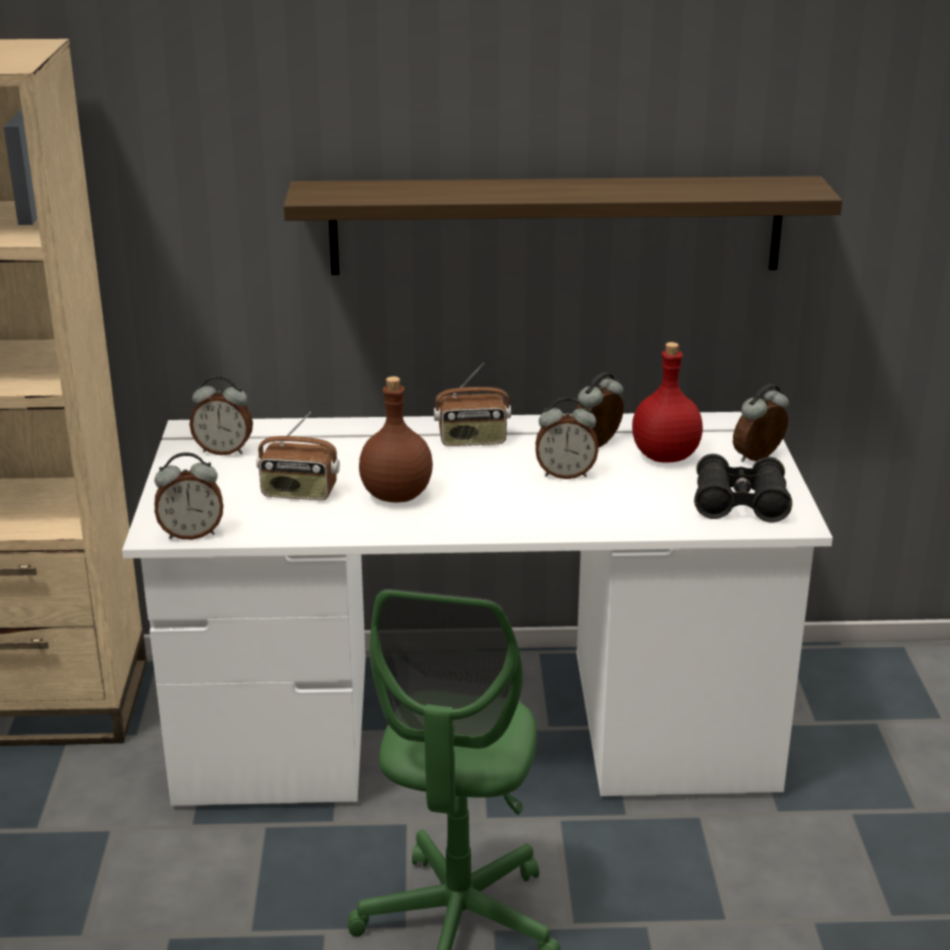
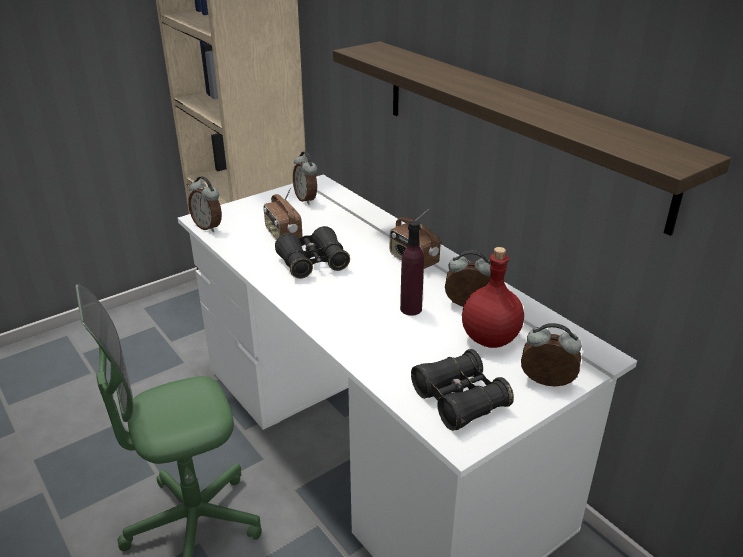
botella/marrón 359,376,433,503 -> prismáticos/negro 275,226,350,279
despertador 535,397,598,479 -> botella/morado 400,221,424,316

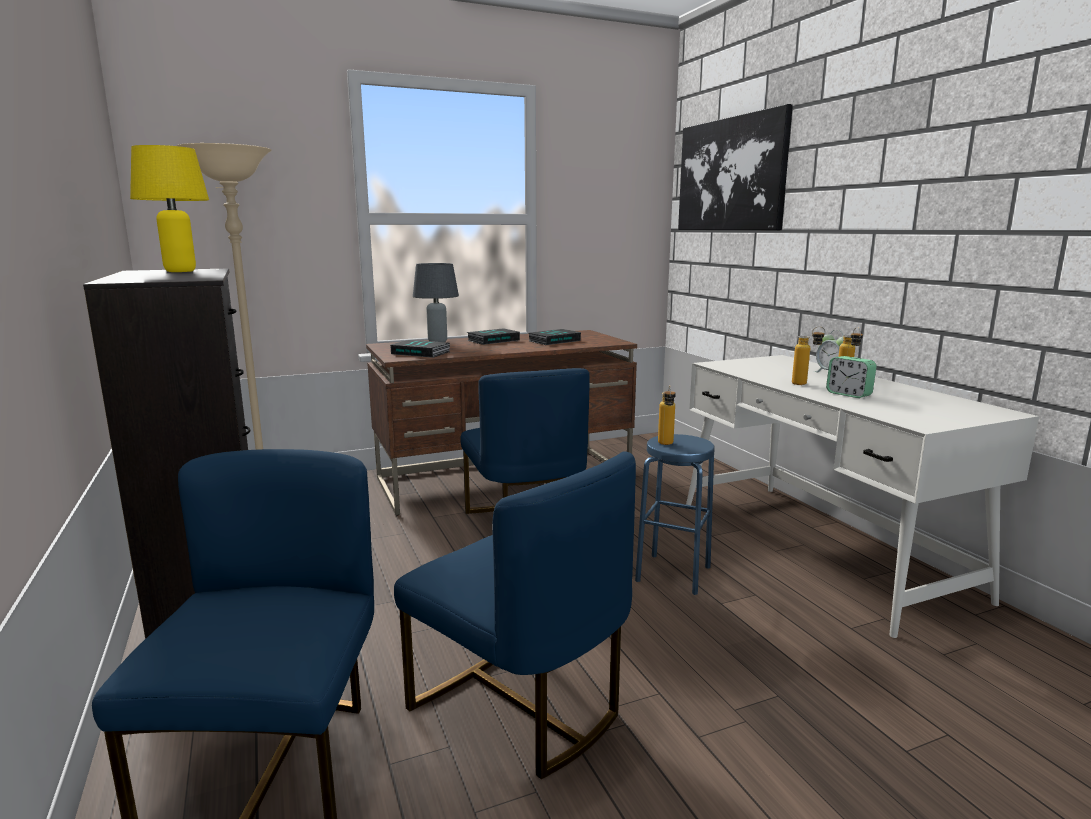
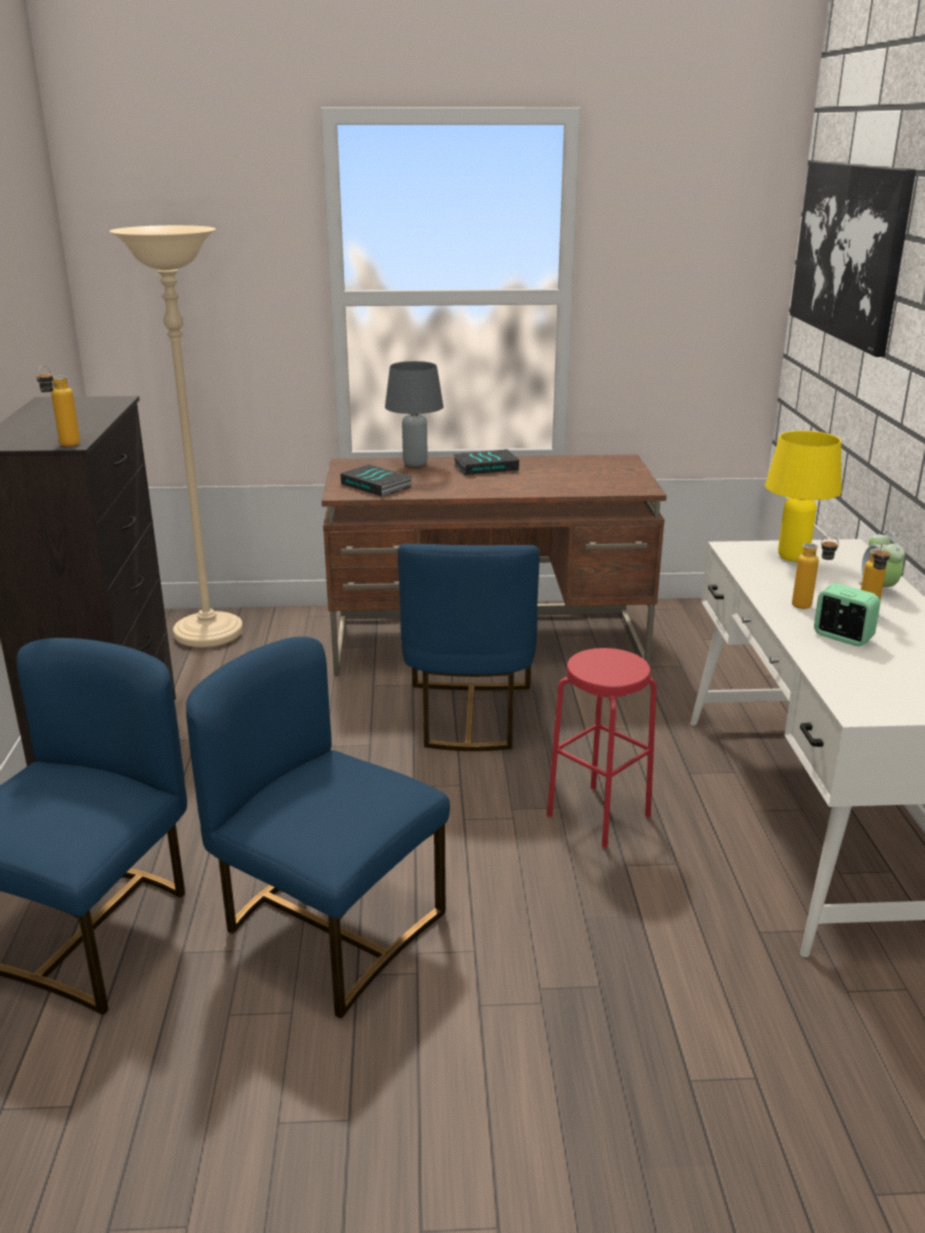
botella 658,385,676,445 -> botella 36,365,80,446, move
silla/azul 394,451,636,779 -> silla/azul 186,637,450,1019, 150 degrees clockwise
taburete/azul 635,434,715,595 -> taburete/rojo 547,648,657,848
lámpara de mesa/amarillo 130,145,209,272 -> lámpara de mesa/amarillo 765,431,842,562, move
despertador 826,356,877,398 -> despertador 814,583,880,646, 150 degrees clockwise
libro 529,329,581,345 -> none

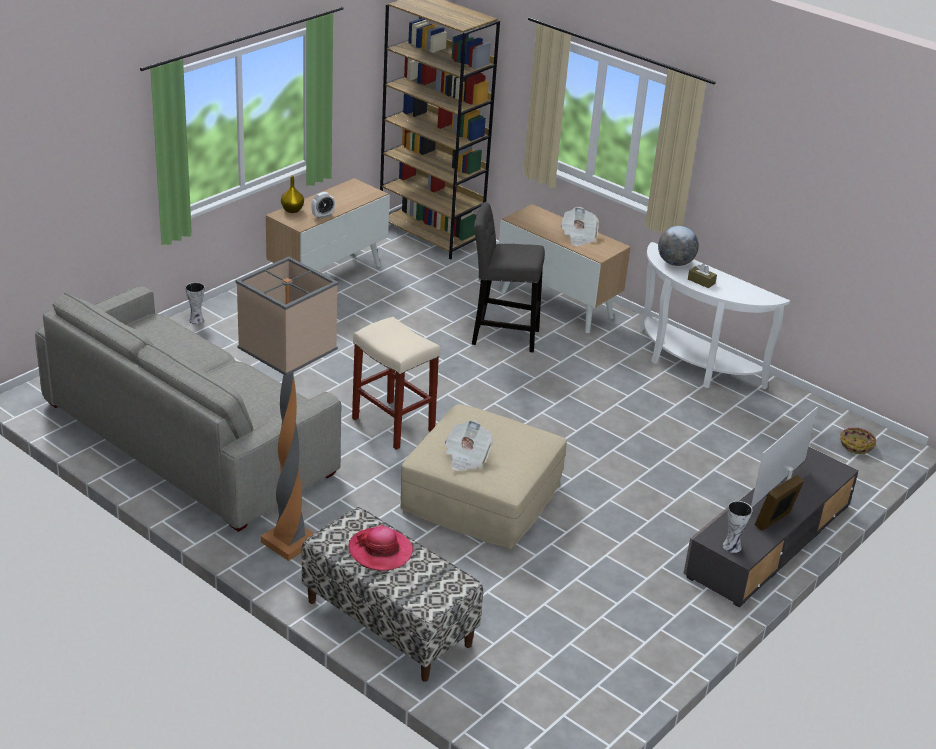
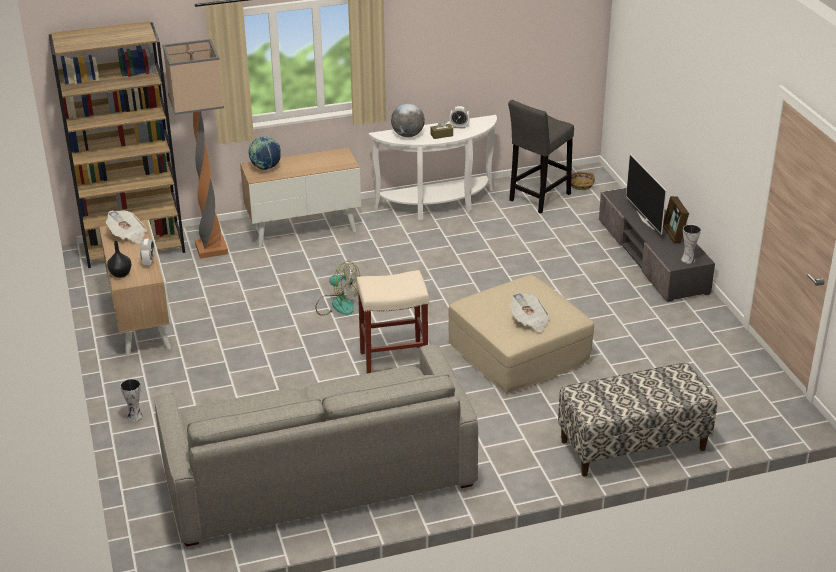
periódico 561,207,599,246 -> periódico 106,210,147,243, move
florero/amarillo 281,176,304,213 -> florero/negro 107,241,131,278
lámpara de pie 235,256,339,561 -> lámpara de pie 162,39,228,259, move
none -> globo terráqueo 248,136,280,170
none -> ventilador 315,261,360,315
none -> despertador 449,106,470,129
taburete/gris 472,202,545,352 -> taburete/gris 508,100,574,214, move
sombrero 348,524,414,571 -> none

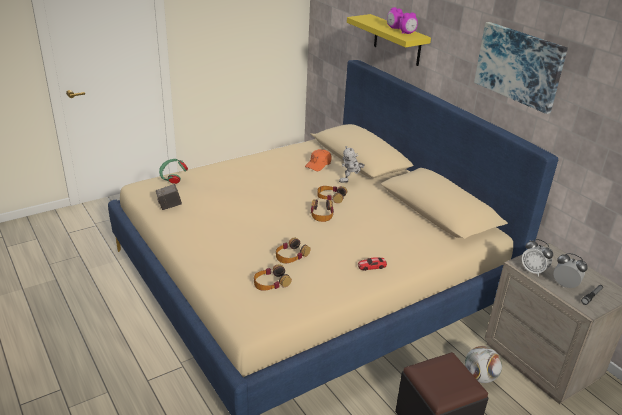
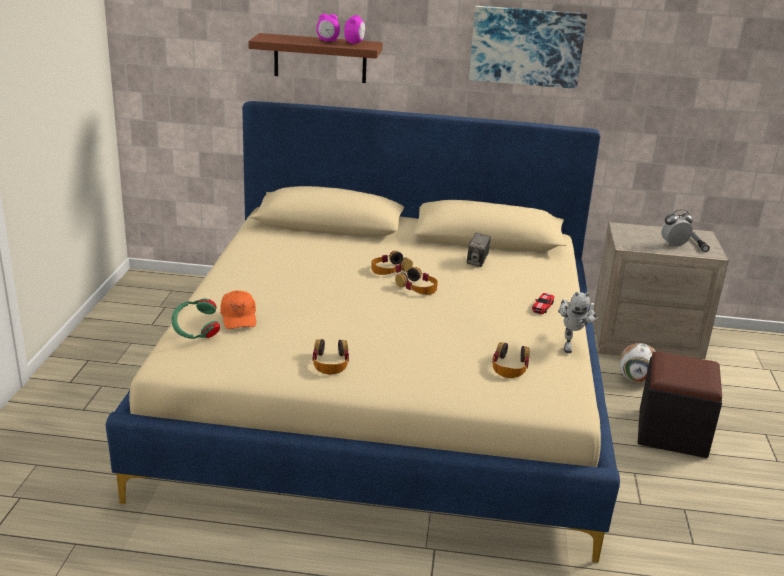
gorra/naranja 305,149,331,171 -> gorra/naranja 220,290,256,329, move
estante/amarillo 347,14,431,66 -> estante/marrón 248,33,383,83
auriculares 276,237,311,263 -> auriculares 312,339,349,375, move
cámara 156,184,182,210 -> cámara 467,233,491,267, move
robot de juguete 339,146,365,183 -> robot de juguete 558,292,598,353, move
despertador 522,239,553,277 -> none

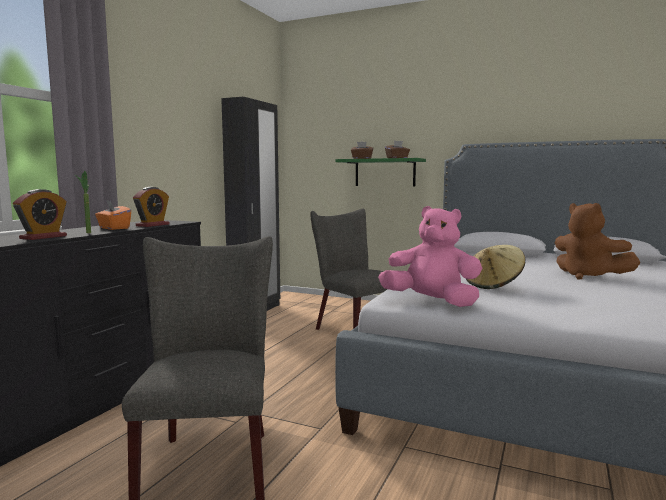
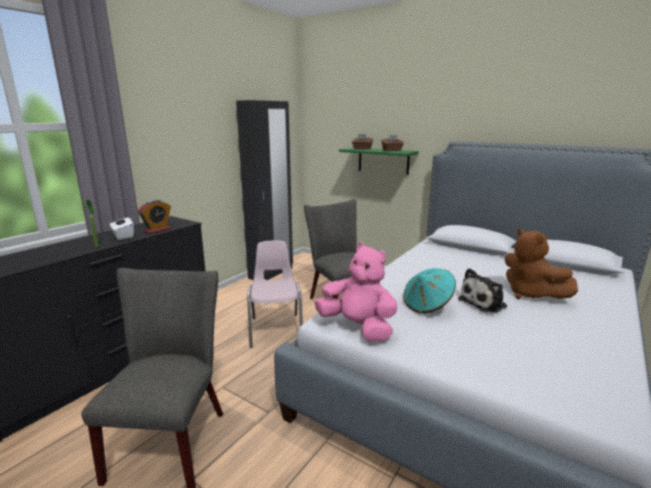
caja de pañuelos/naranja 95,200,131,230 -> caja de pañuelos/blanco 110,215,134,240
none -> silla/rosa 247,240,303,348
sombrero/beis 466,245,525,289 -> sombrero/turquesa 403,268,456,314
none -> peluche 458,268,507,313
despertador 13,189,67,240 -> none

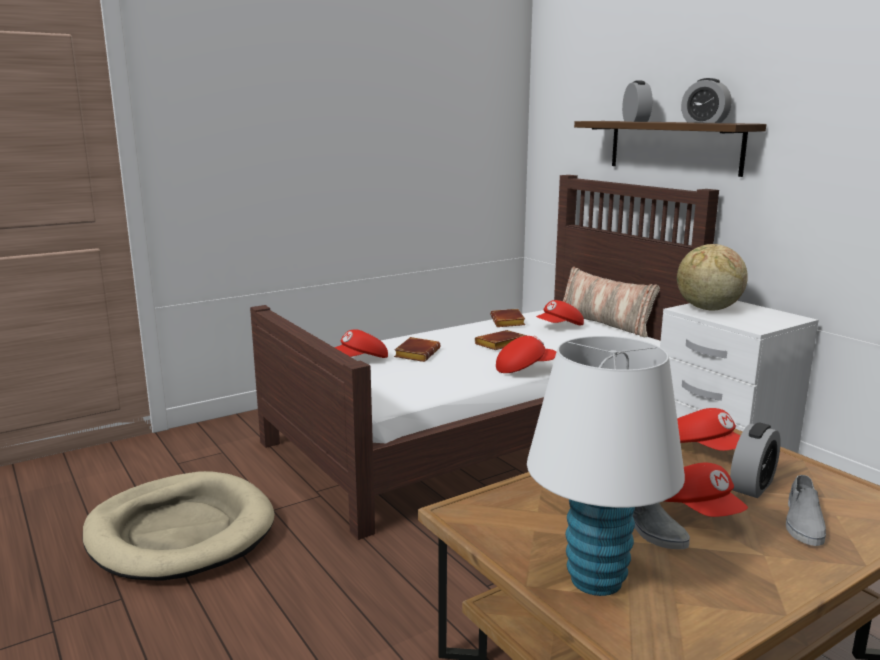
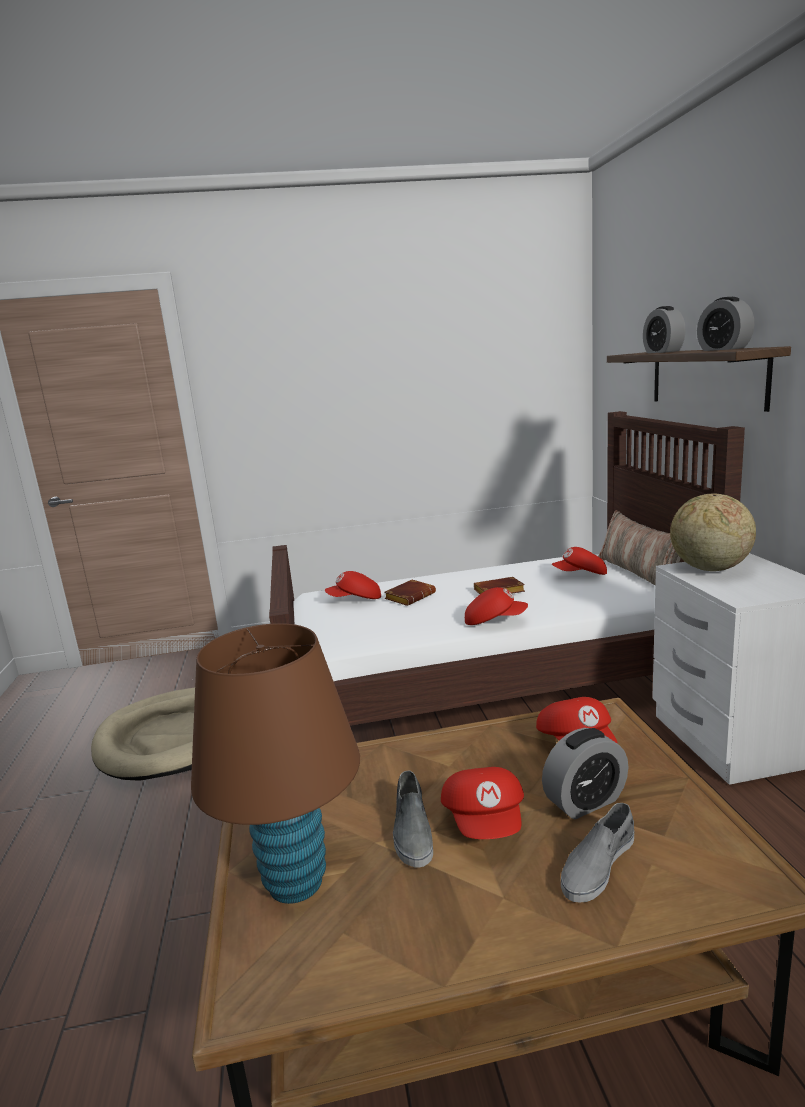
lámpara de mesa/blanco 527,336,685,596 -> lámpara de mesa/marrón 191,623,360,904
despertador 622,81,652,122 -> despertador 643,306,685,353, 150 degrees clockwise
libro/marrón 490,309,525,327 -> none

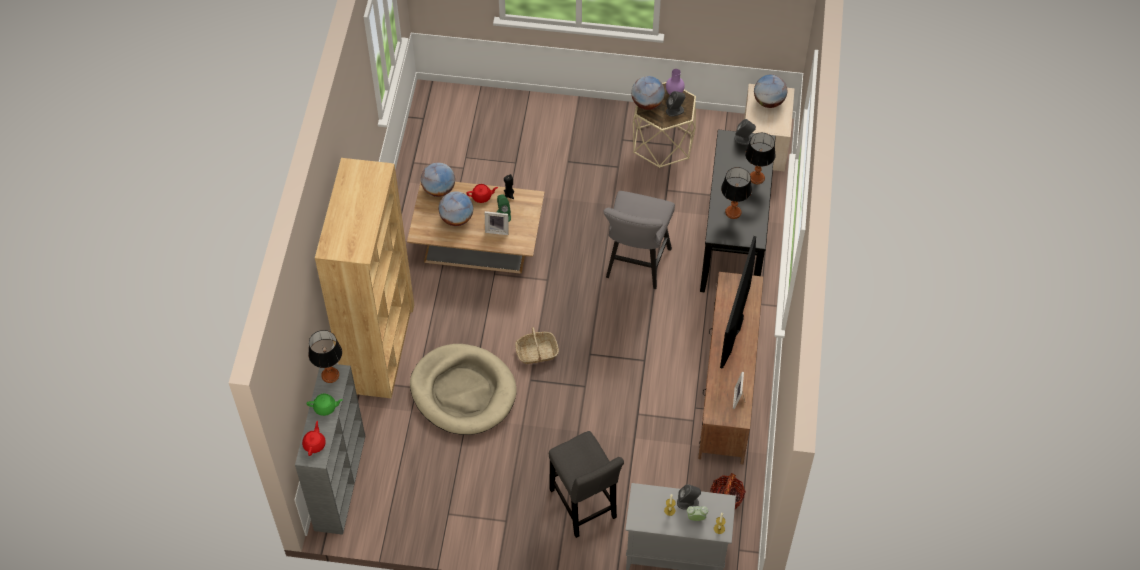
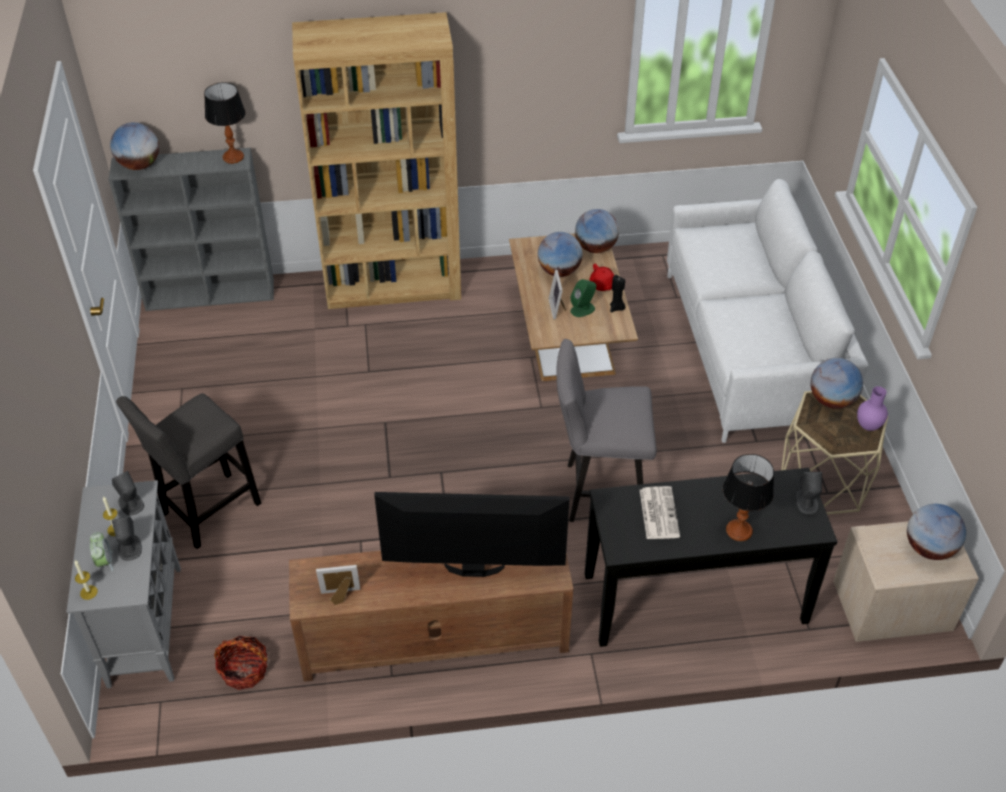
tetera/rojo 302,421,326,456 -> globo terráqueo 110,122,159,170
altavoz/gris 666,91,686,117 -> altavoz/gris 112,471,144,515, move
lámpara de mesa 721,167,752,219 -> periódico 640,486,680,539
none -> sofá/blanco 667,179,869,443
tetera/verde 307,394,343,416 -> none
cama para perro/beis 410,344,517,435 -> none
cesta 515,327,559,364 -> none

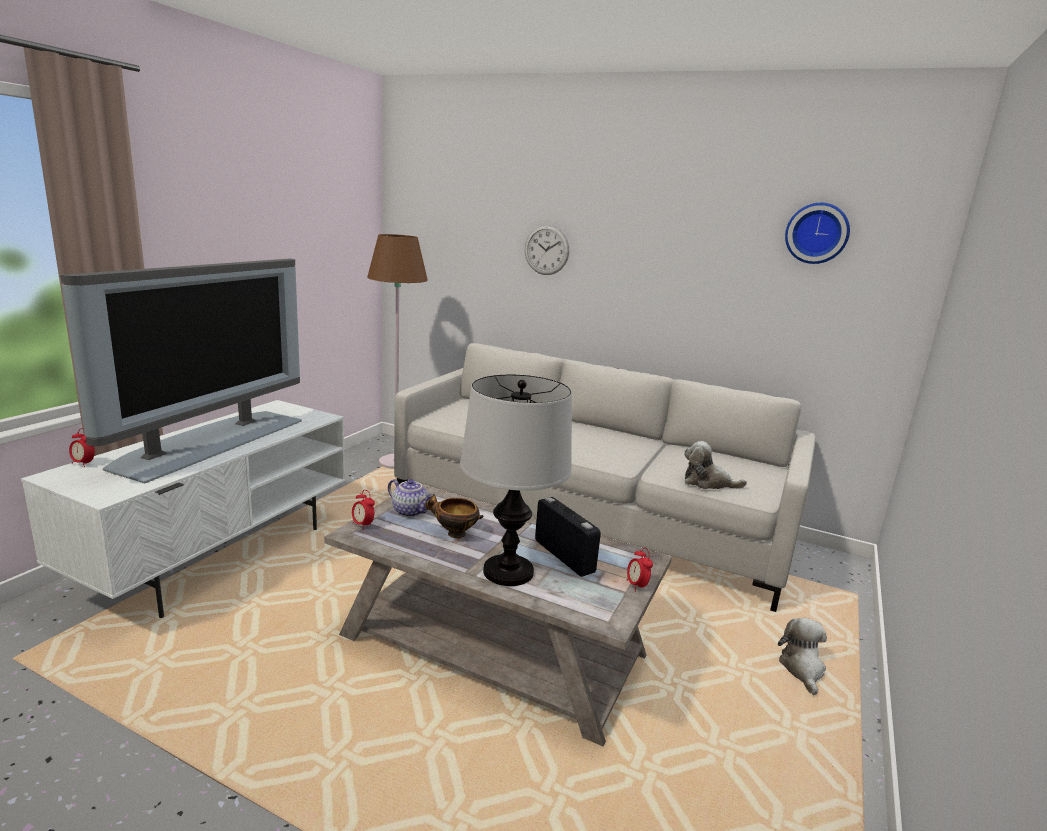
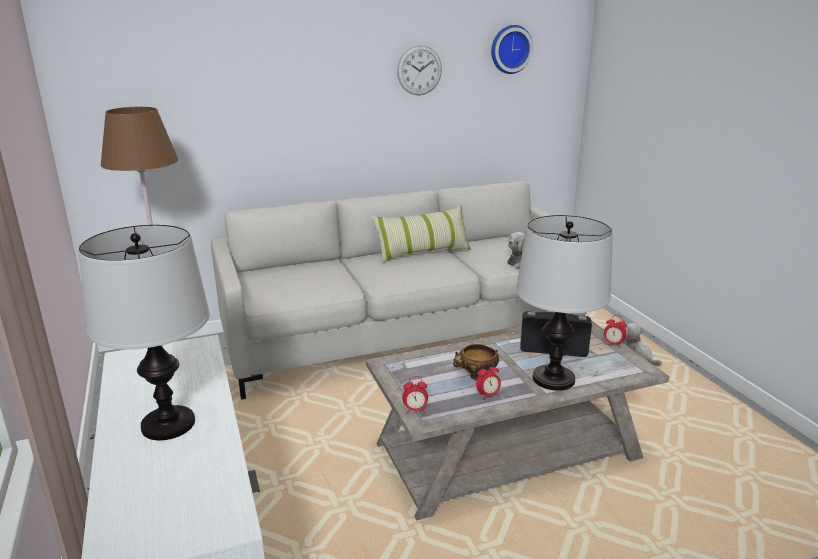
televisor 60,259,302,483 -> lámpara de mesa 78,225,210,440
none -> cojín 372,206,471,263
reloj de pared 525,225,569,275 -> reloj de pared 397,45,442,95, move
despertador 69,428,95,467 -> despertador 476,362,501,400, move
tetera 388,479,433,517 -> none

